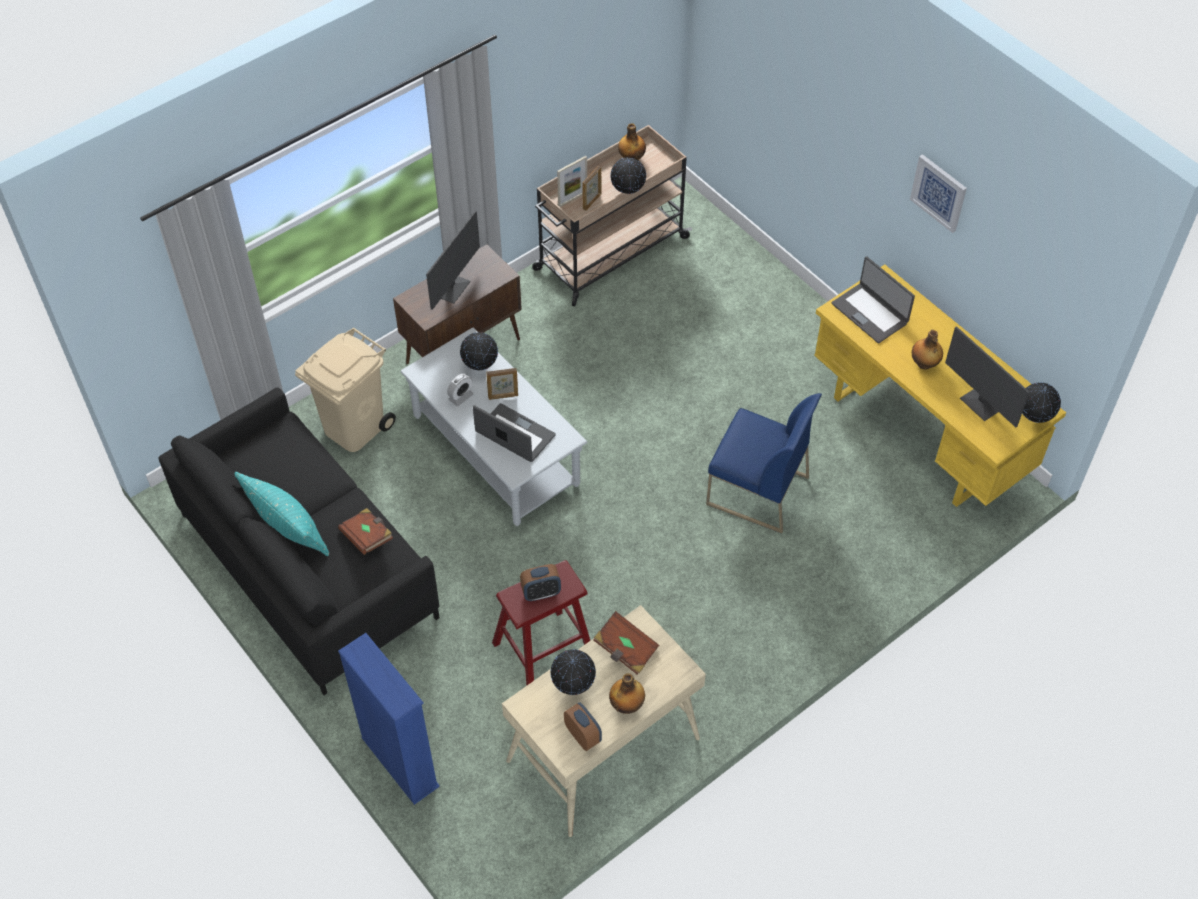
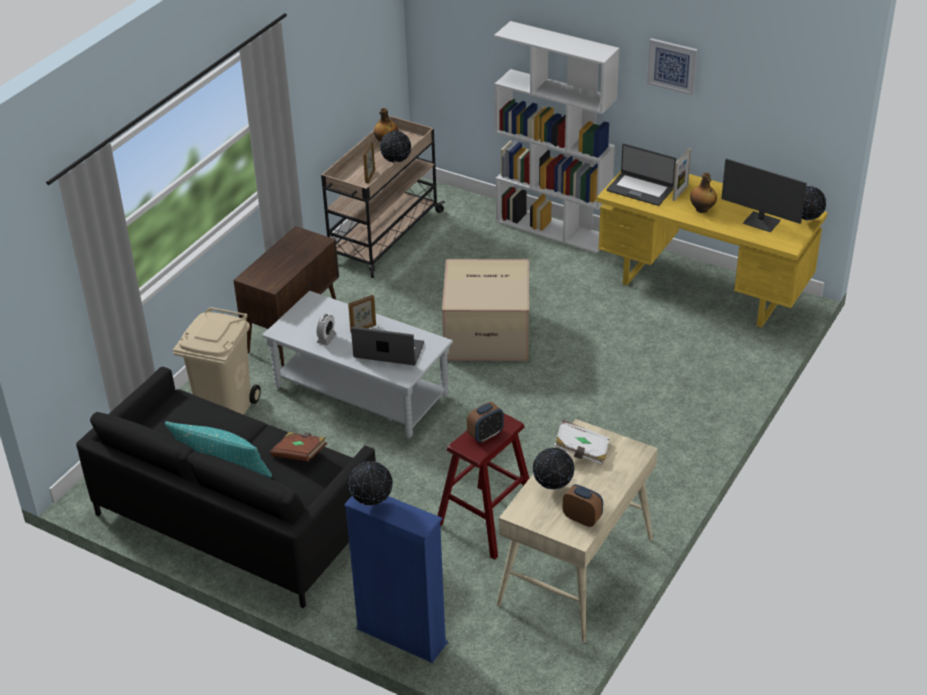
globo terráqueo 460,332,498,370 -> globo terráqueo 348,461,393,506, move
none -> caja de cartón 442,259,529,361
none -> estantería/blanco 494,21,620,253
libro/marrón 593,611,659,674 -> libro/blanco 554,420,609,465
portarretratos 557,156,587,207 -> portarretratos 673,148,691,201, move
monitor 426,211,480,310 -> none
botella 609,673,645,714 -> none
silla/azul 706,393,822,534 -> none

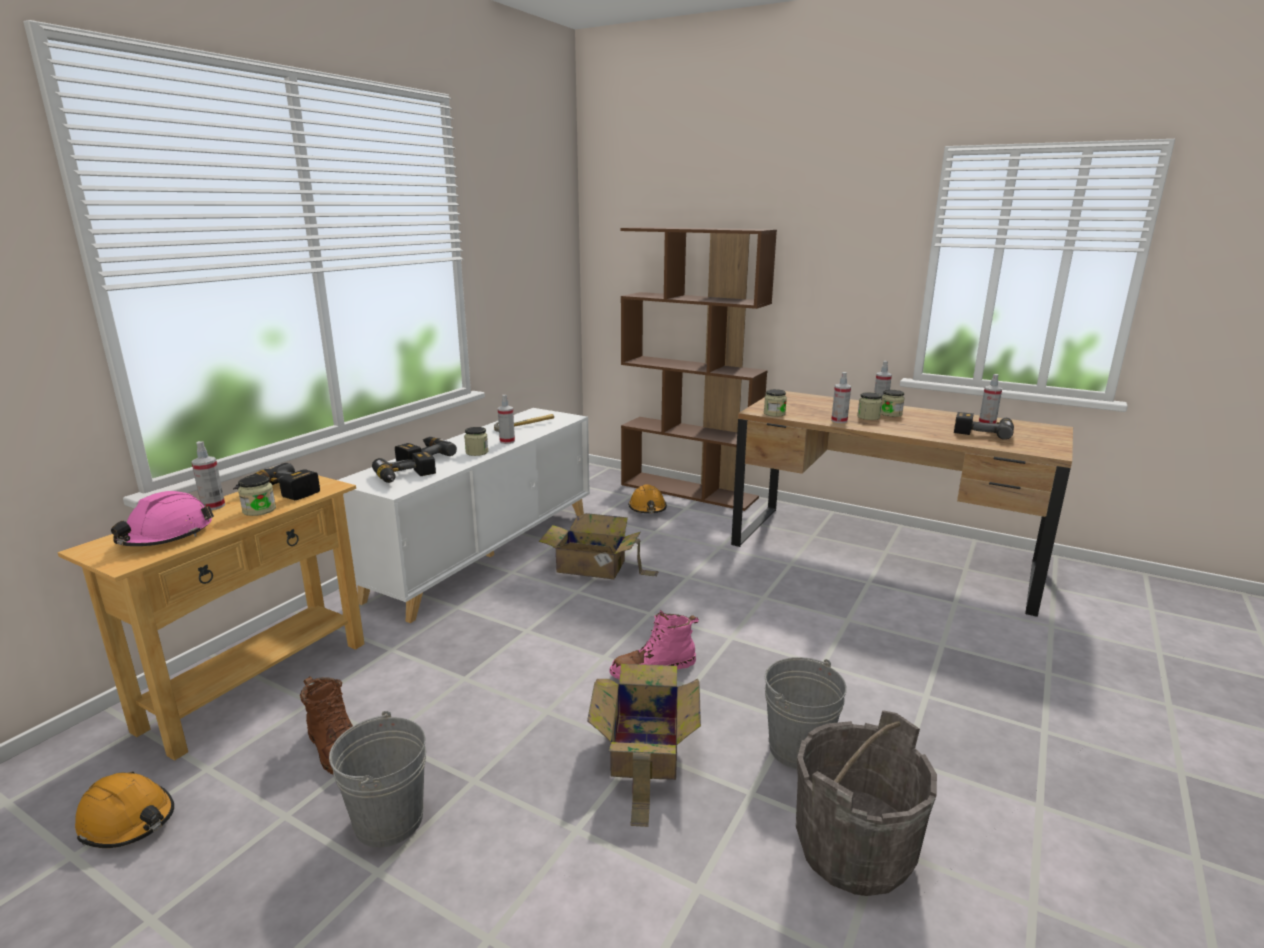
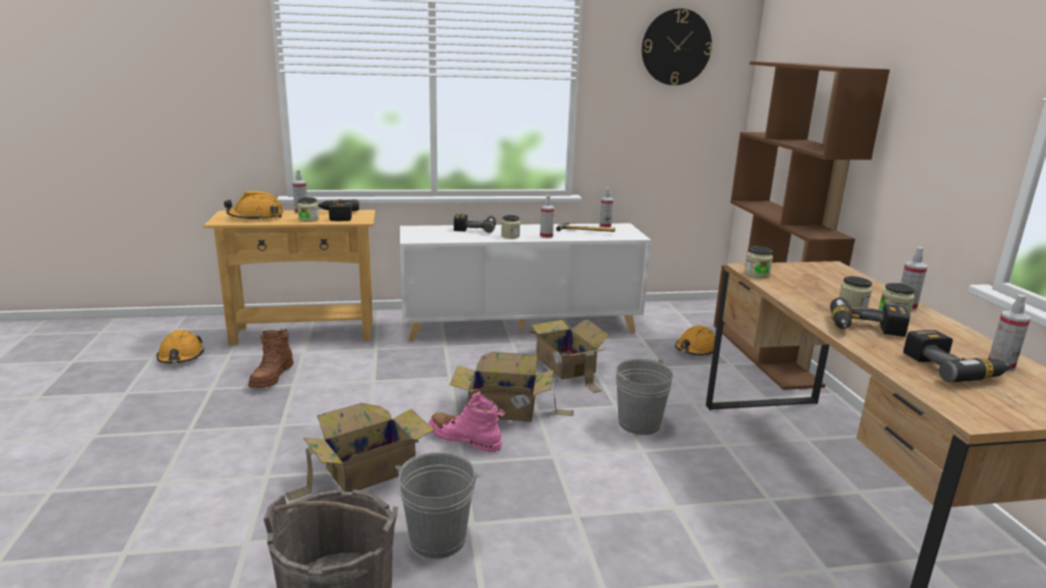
casco/rosa 111,491,214,546 -> casco/naranja 224,191,284,220
none -> caja de cartón 450,352,574,422
pulverizador 831,372,851,423 -> pulverizador 599,188,613,228, move
cubo/gris 329,711,426,847 -> cubo/gris 616,358,674,435, move
none -> reloj de pared 642,8,712,85
taladro 372,451,436,483 -> taladro 830,298,910,337, move

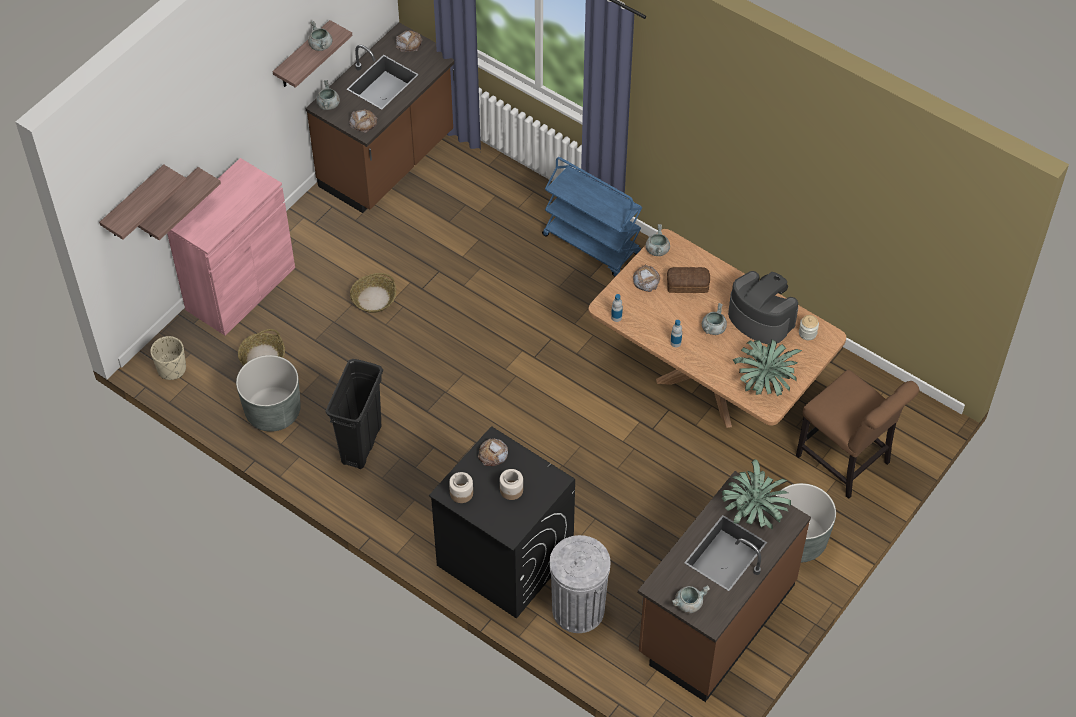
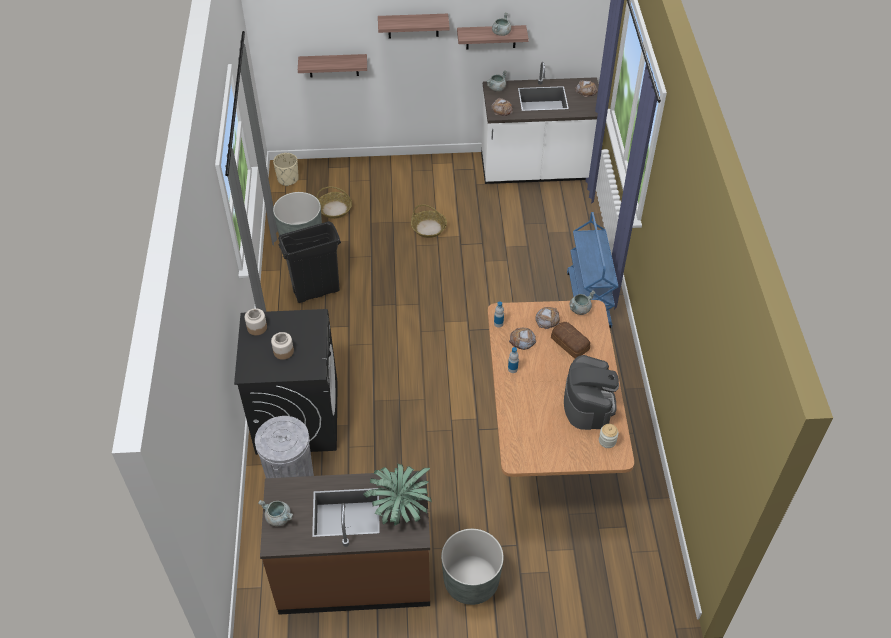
estante 99,164,187,240 -> estante 378,14,450,38, move
mueble bajo de cocina/marrón 305,23,455,213 -> mueble bajo de cocina/blanco 481,62,599,184
pan 478,438,508,466 -> pan 509,328,536,350, move
armario/rosa 167,158,295,336 -> none
olla/gris 702,303,727,335 -> none
planta en maceta 733,339,802,396 -> none
silla/marrón 796,369,920,499 -> none

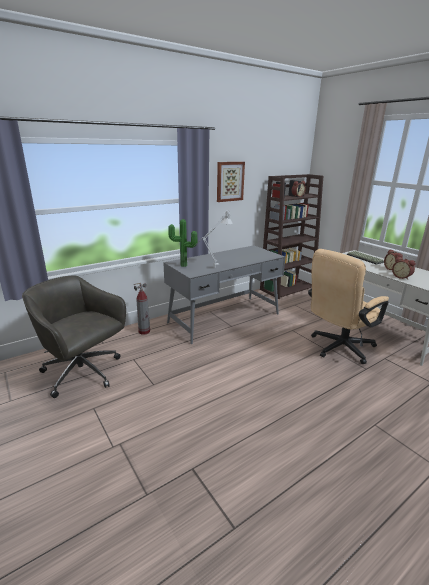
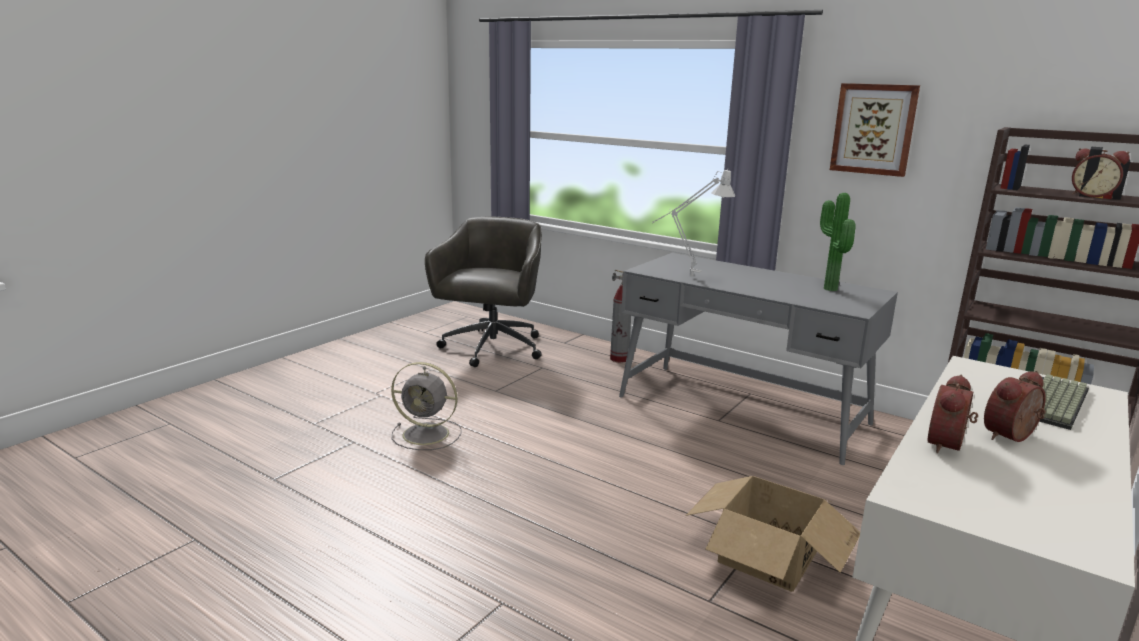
none -> ventilador/gris 391,362,462,450
silla de oficina/beis 308,249,389,364 -> caja de cartón 686,476,860,592
planta en maceta 169,219,197,267 -> planta en maceta 820,193,856,291, move

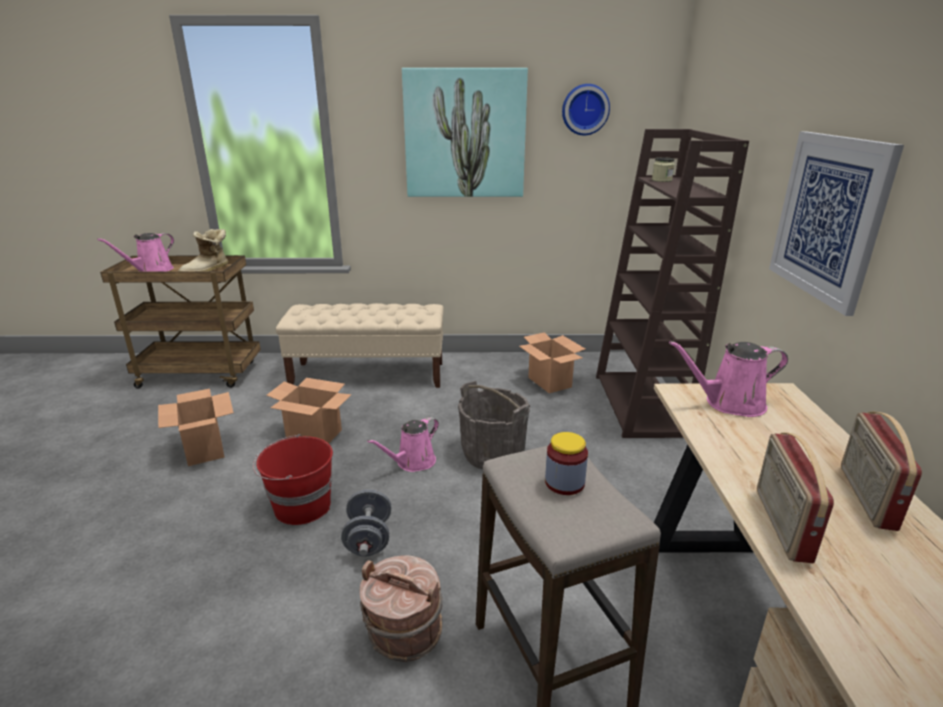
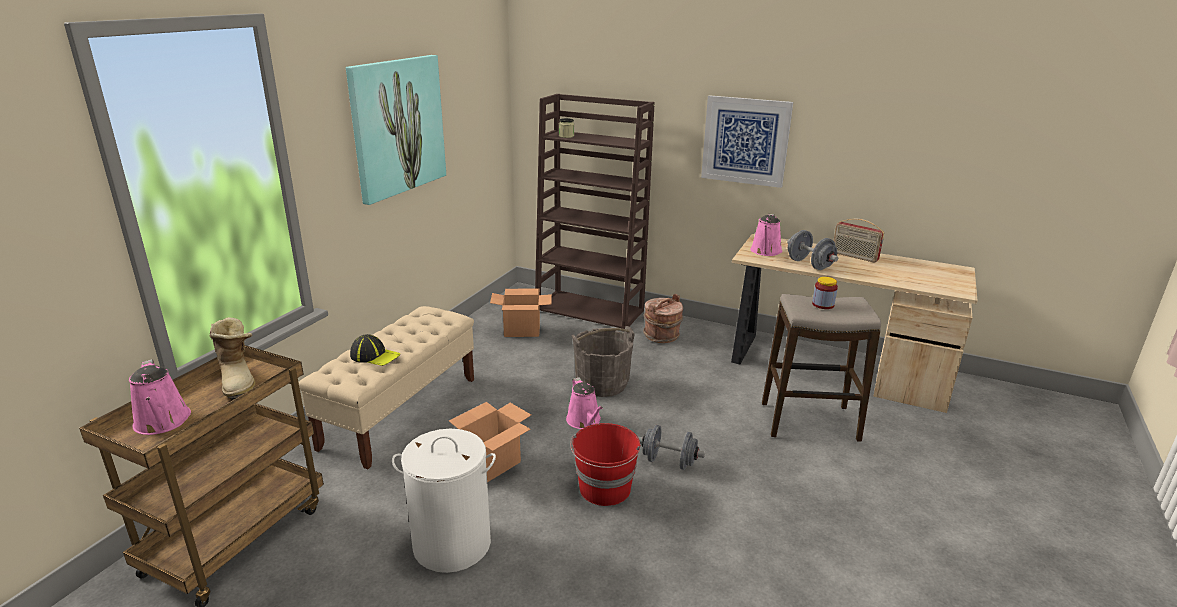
none -> gorra 350,334,400,366
caja de cartón 158,389,234,466 -> cesto de la ropa/blanco 392,429,496,573
cubo/marrón 360,555,442,662 -> cubo/marrón 643,294,683,343, move
none -> mancuerna/gris 787,230,838,270
reloj de pared 562,84,610,135 -> none
radio 757,433,834,563 -> none

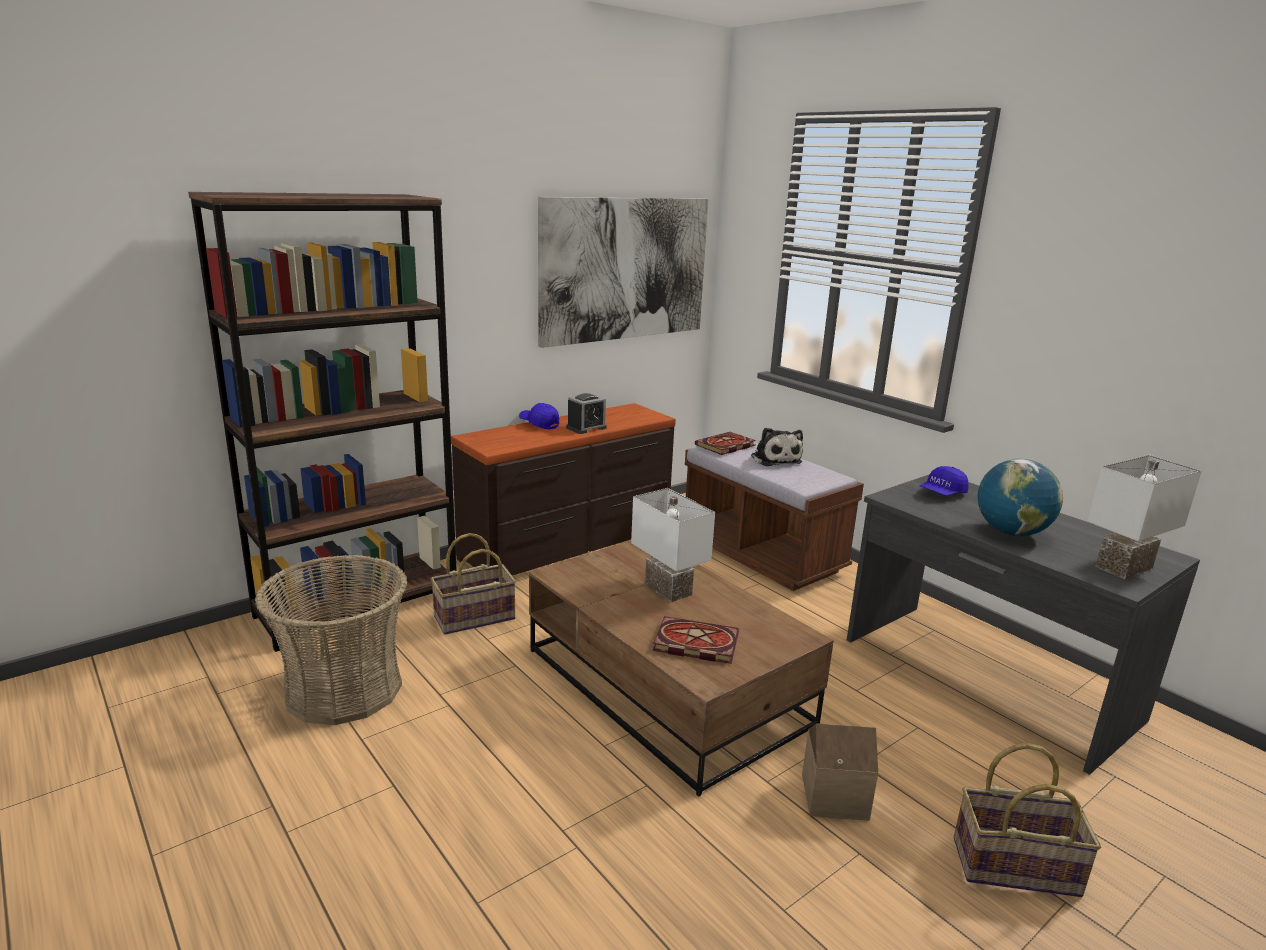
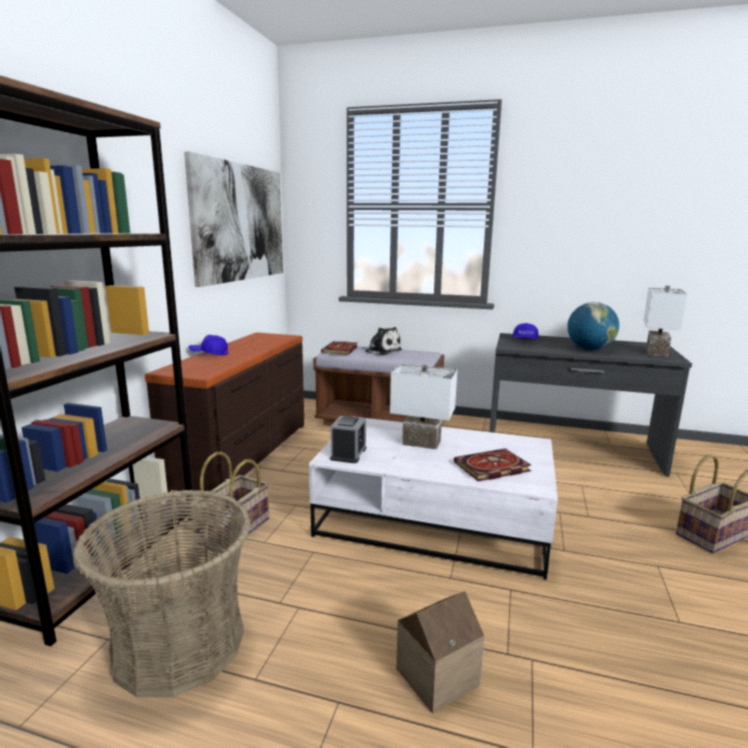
mesa de centro/marrón 529,541,834,797 -> mesa de centro/blanco 309,417,558,580
despertador 566,393,607,434 -> despertador 330,416,366,463, move
casita 802,723,878,821 -> casita 396,591,485,714, move

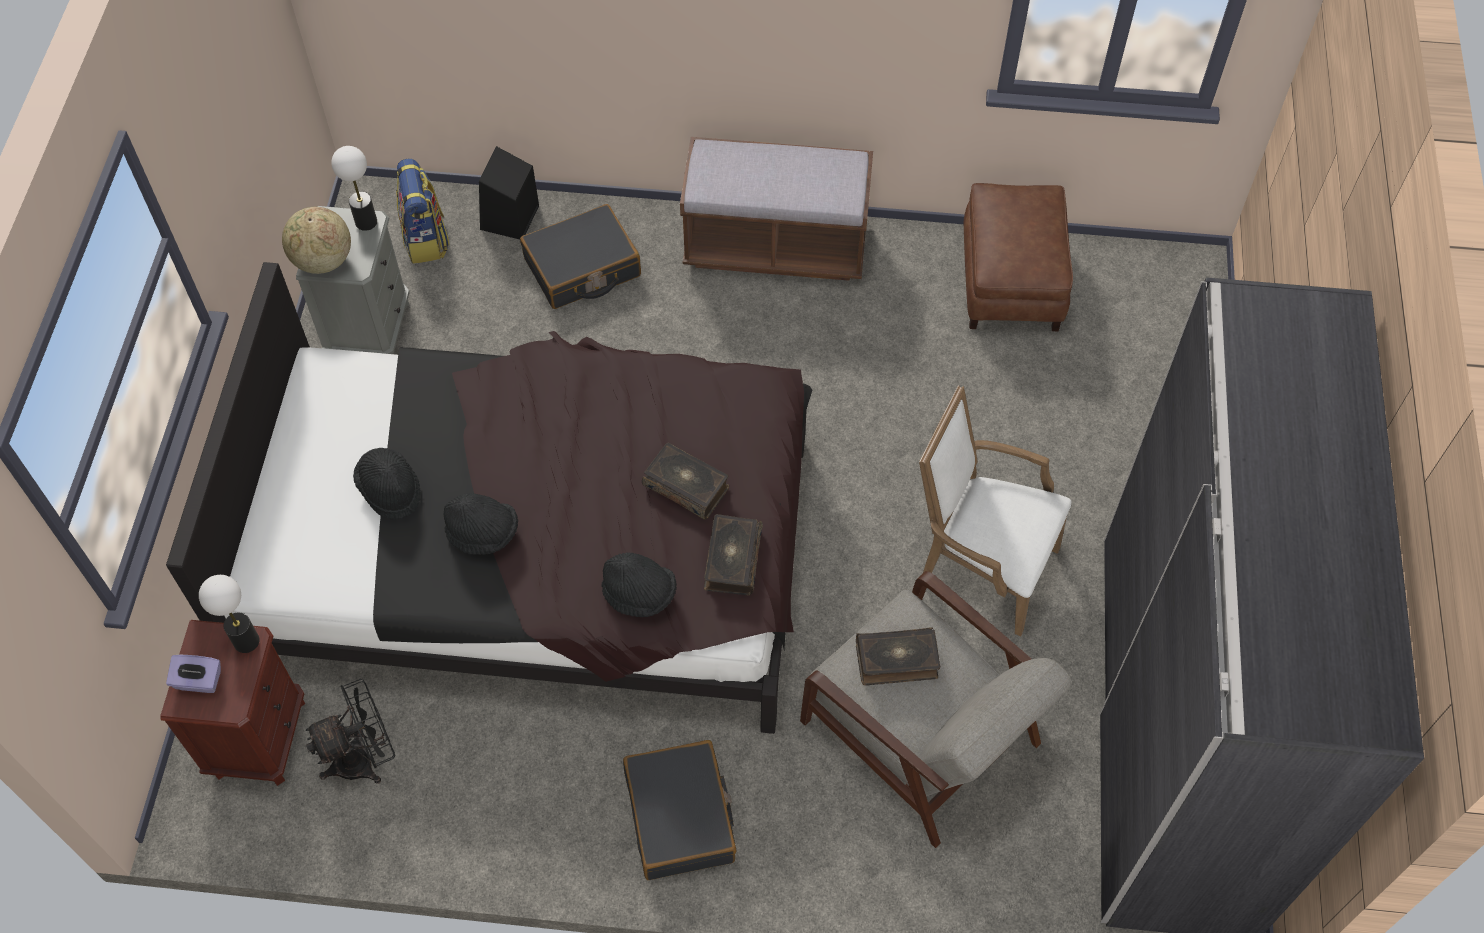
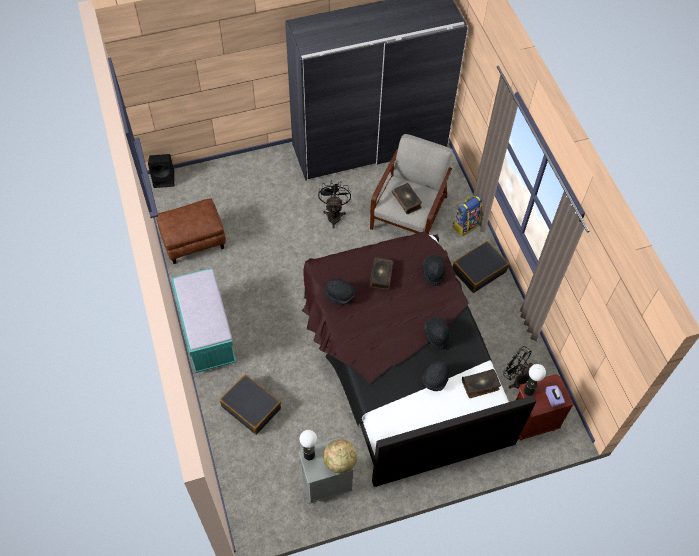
altavoz/negro 479,146,539,239 -> altavoz/negro 148,154,174,188, move
banco/marrón 680,137,873,281 -> banco/turquesa 171,268,236,373
sillón/blanco 919,385,1072,636 -> ventilador/negro 318,180,351,229
none -> sombrero/negro 325,278,356,305
mochila 396,159,450,264 -> mochila 453,195,483,236, move
libro 704,514,763,596 -> libro 462,369,501,398, move

